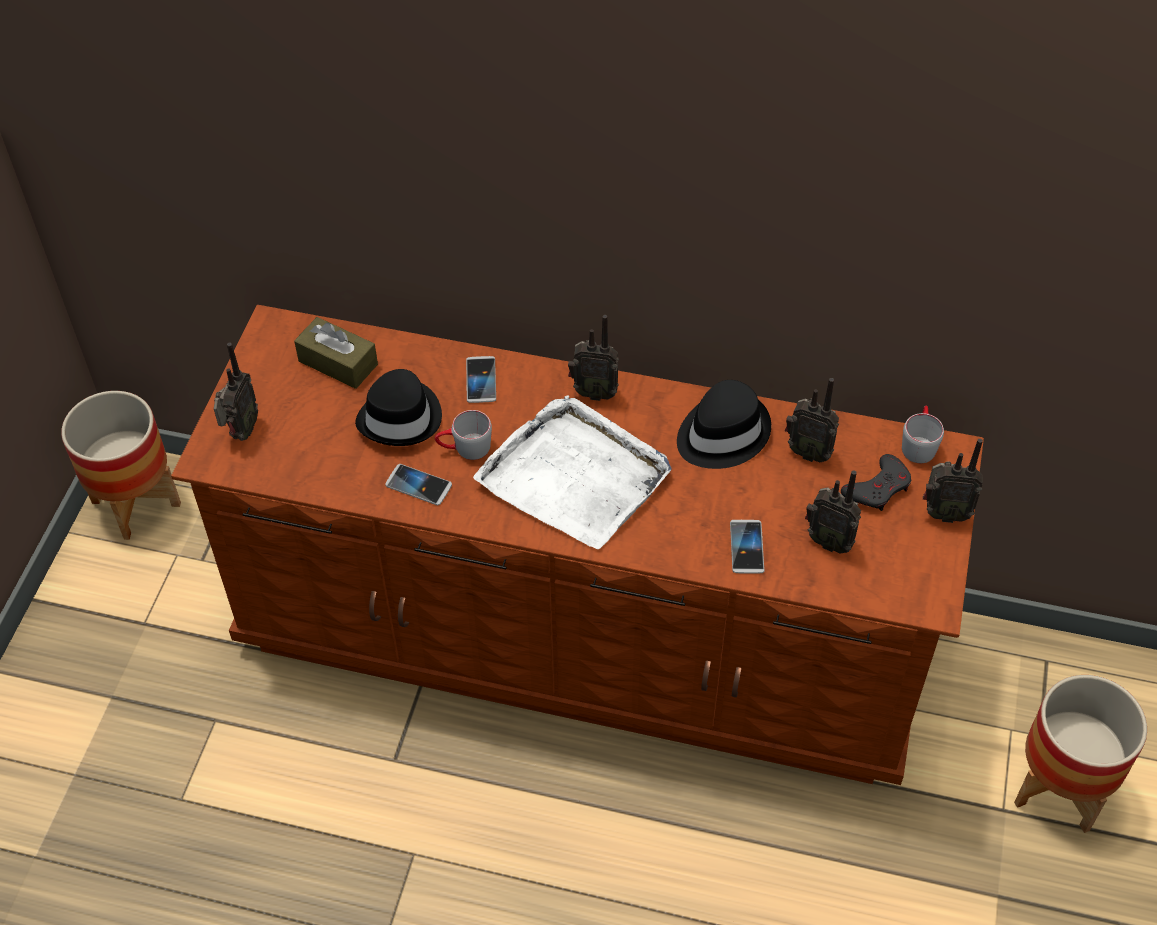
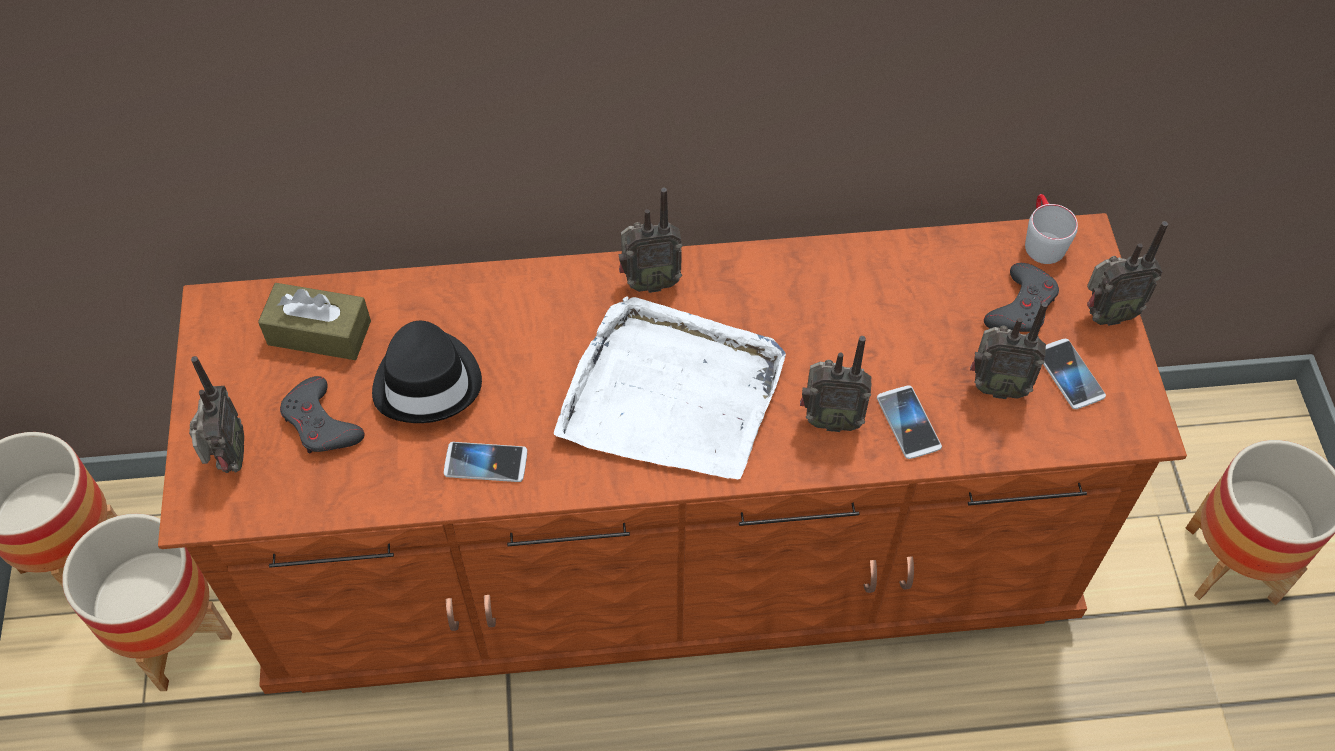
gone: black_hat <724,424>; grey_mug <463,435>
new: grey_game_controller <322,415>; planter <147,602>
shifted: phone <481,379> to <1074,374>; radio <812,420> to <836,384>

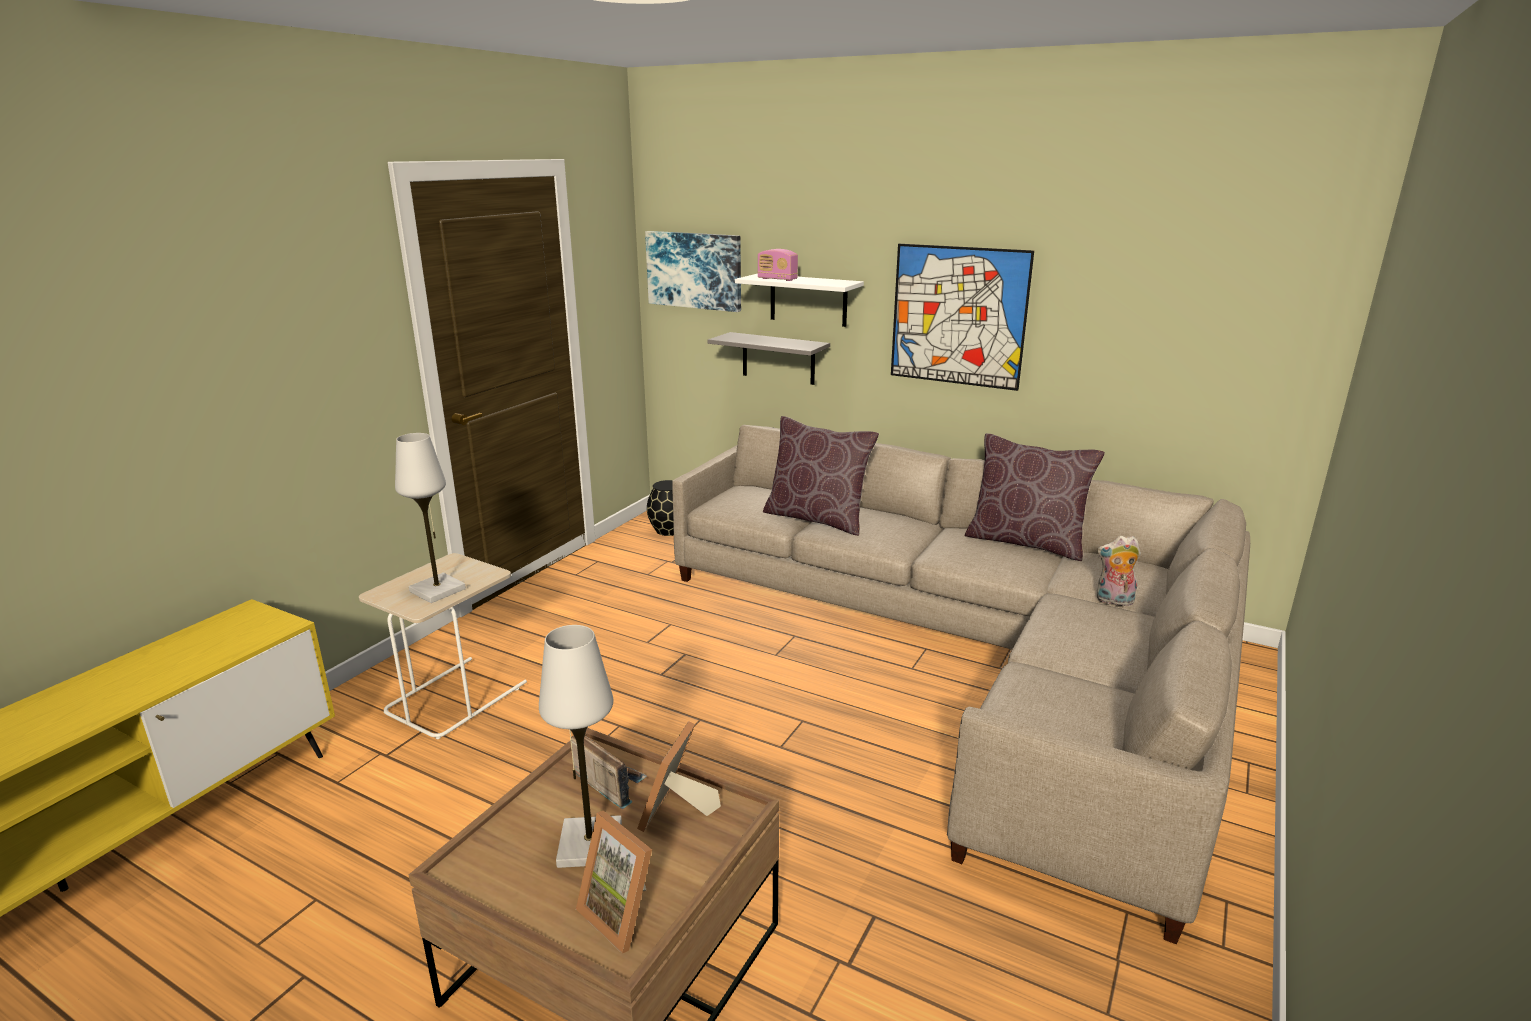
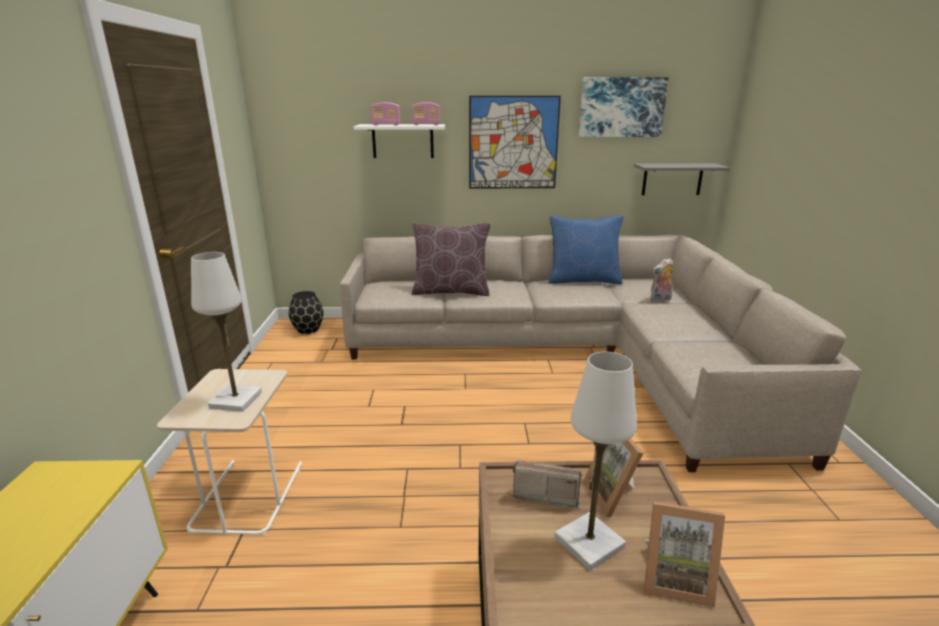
new: radio <425,113>
shifted: picture <693,271> to <624,107>; grey_shelf <768,358> to <682,179>
repainted: brown_pillow <1035,497> to blue_pillow <586,249>

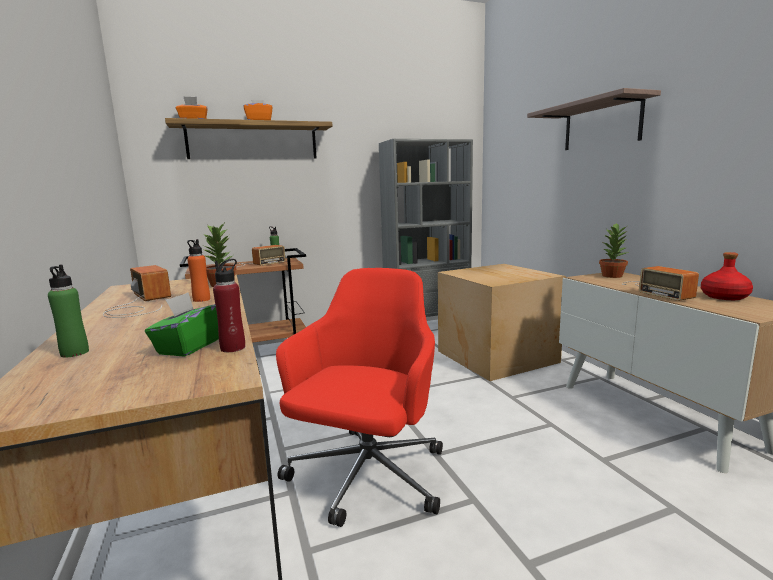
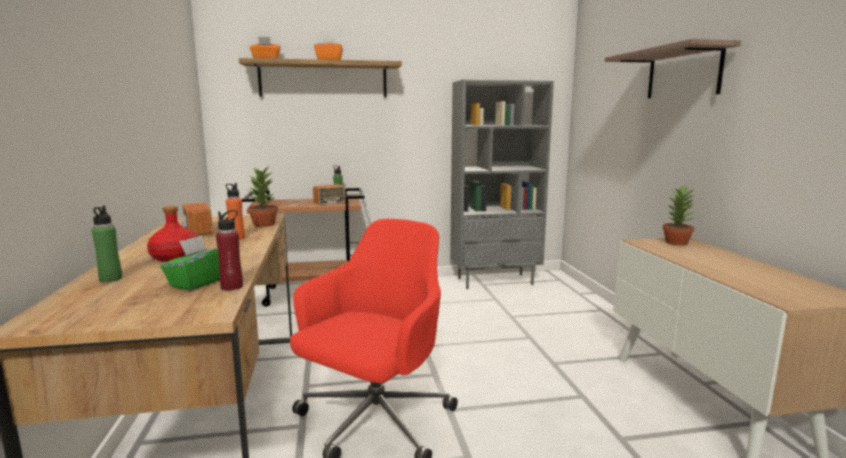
gone: cardboard_box <502,322>; radio <660,283>
shifted: red_bottle <727,276> to <172,234>

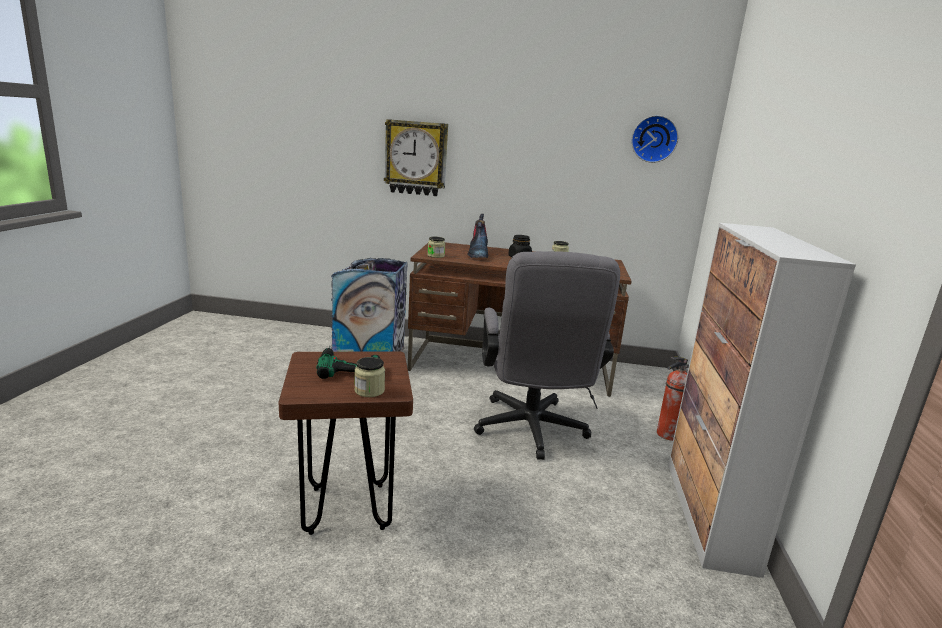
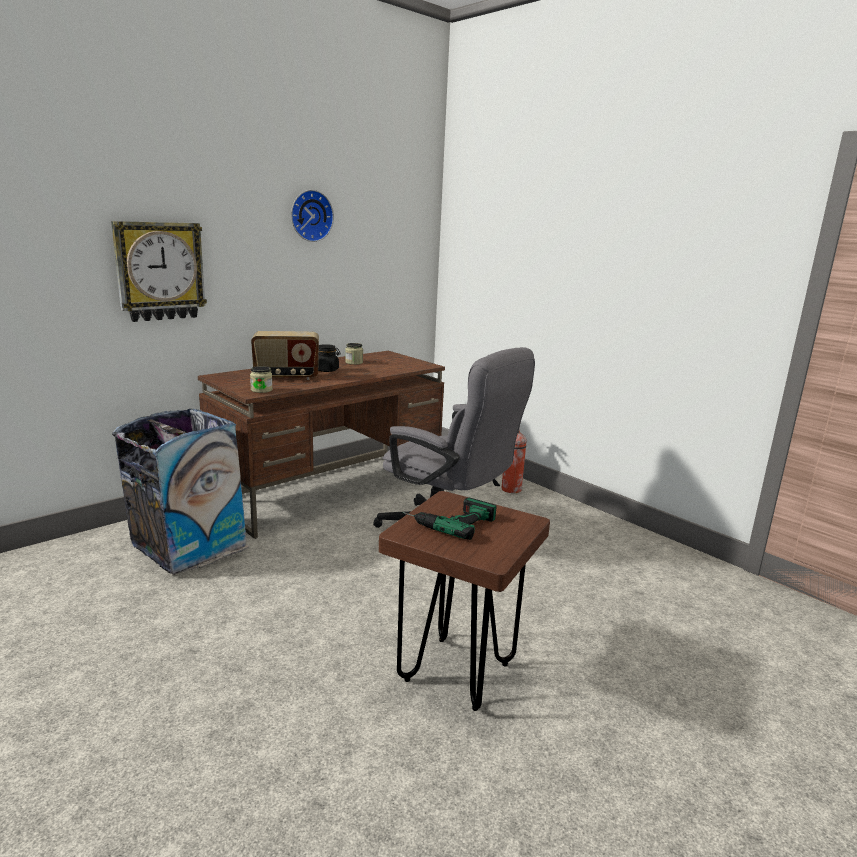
gone: cabinet <762,400>; jar <370,377>
shifted: wall_clock <654,139> to <312,216>
swapped: boot <477,236> to radio <285,355>

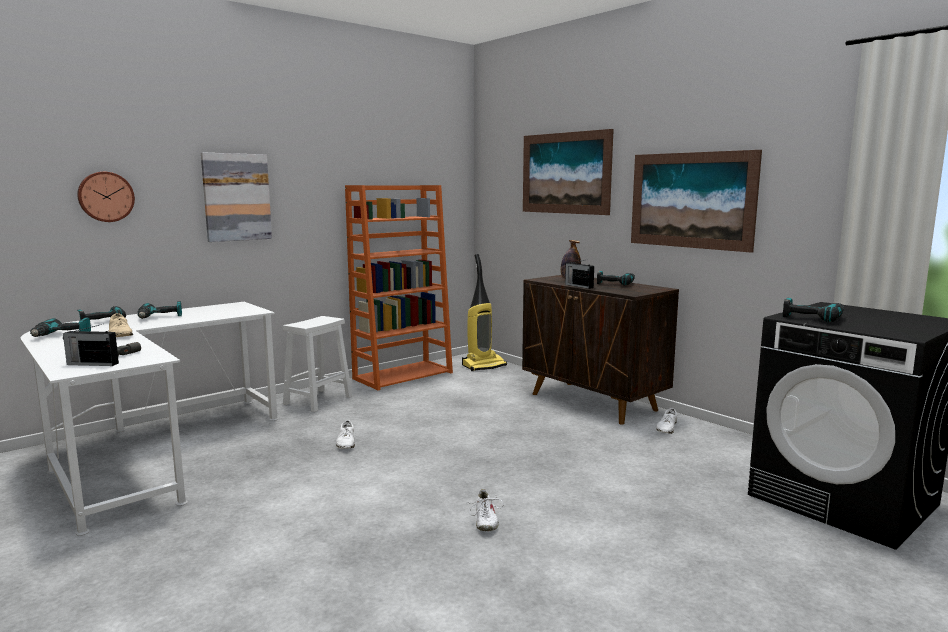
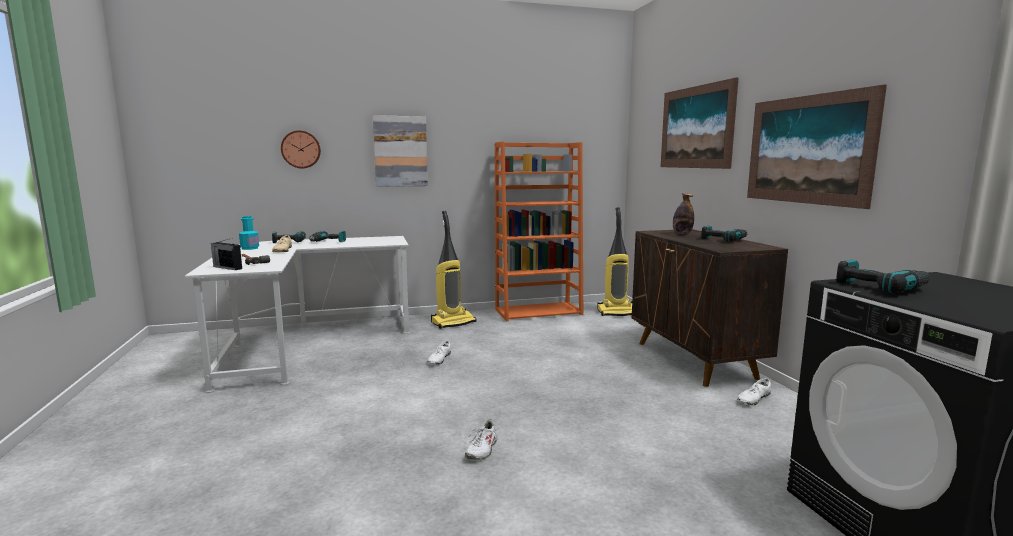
gone: radio <579,274>
swapped: white_stool <317,364> to vacuum_cleaner <453,270>; power_drill <60,327> to turquoise_bottle <249,233>

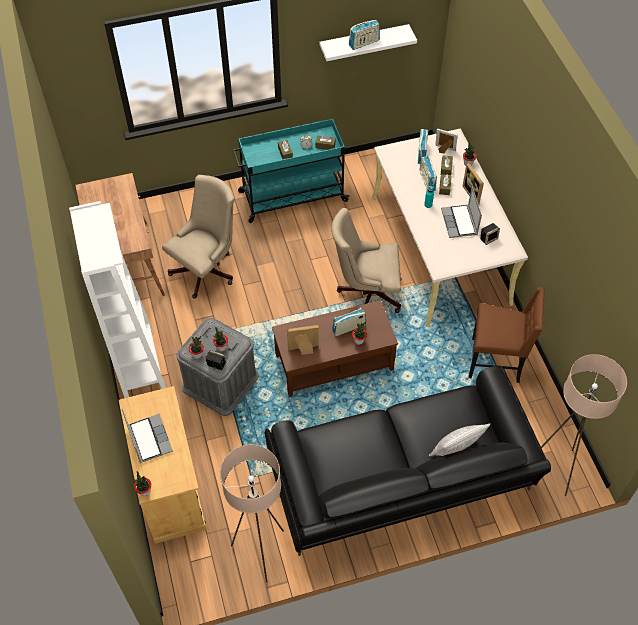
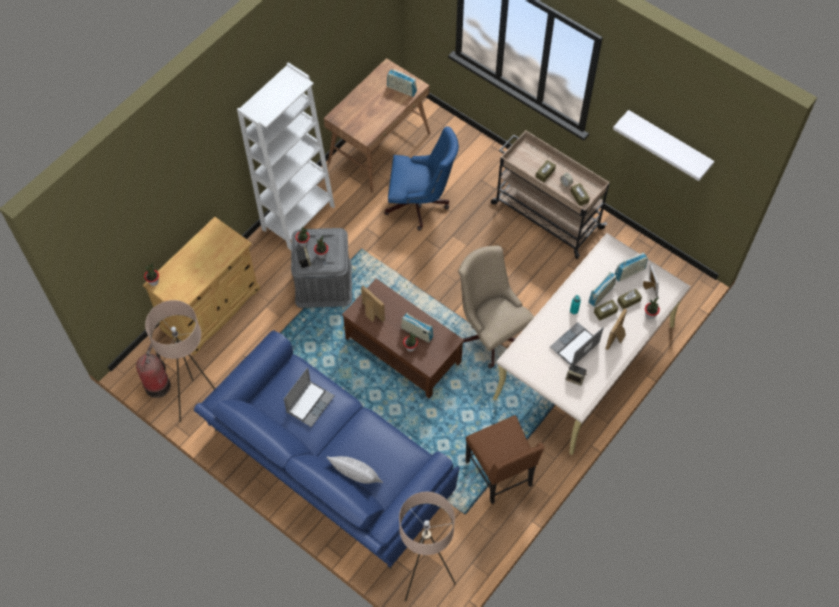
new: fire_extinguisher <153,370>
shifted: radio <364,35> to <402,83>; laptop <147,436> to <309,397>
repainted: turquoise_cart <291,171> to beige_cart <550,195>; beige_office_chair <198,237> to blue_office_chair <421,178>; black_sofa <408,461> to blue_sofa <326,449>

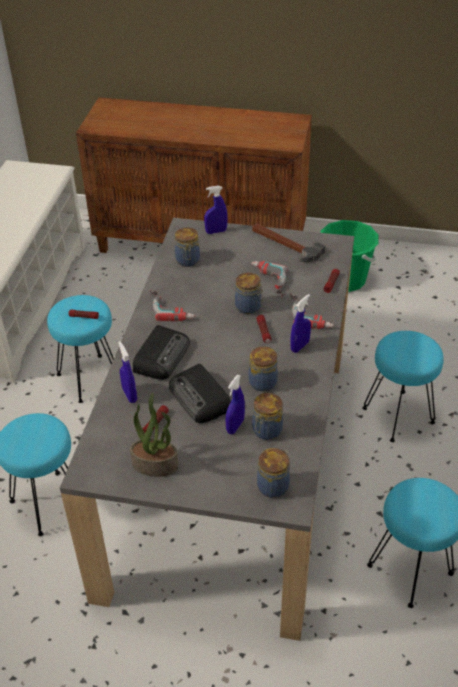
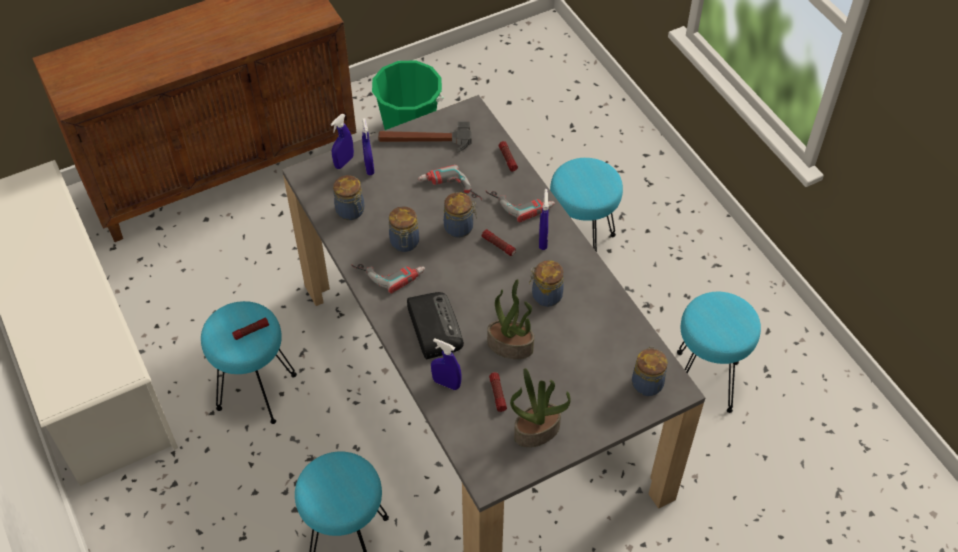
shifted: blue_spray_bottle <235,404> to <368,146>; jar <267,416> to <404,229>
swapped: radio <200,393> to potted_plant <510,319>

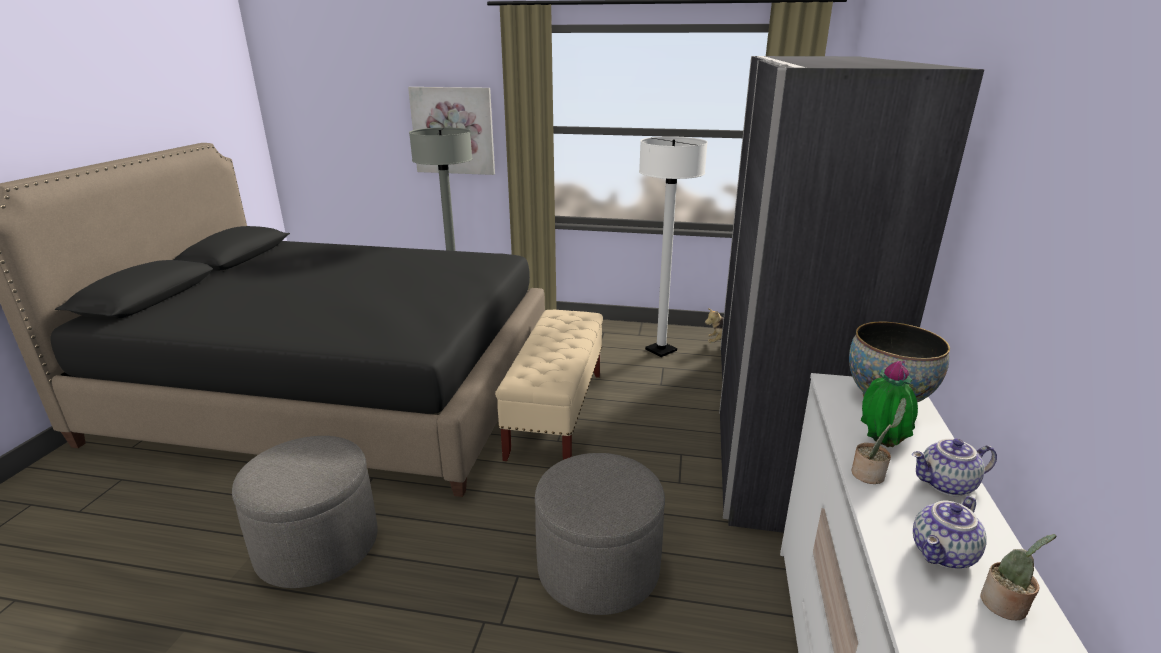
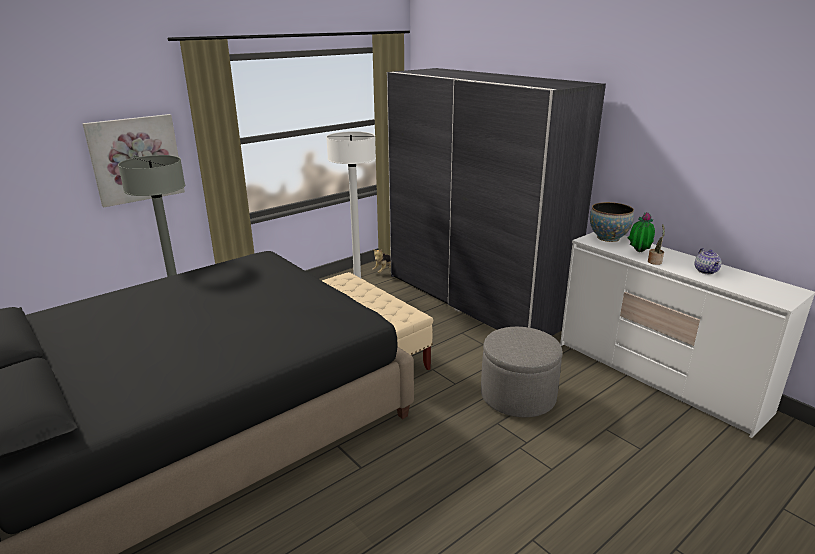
gone: grey_ottoman <305,512>; teapot <954,467>; potted_plant <1018,577>

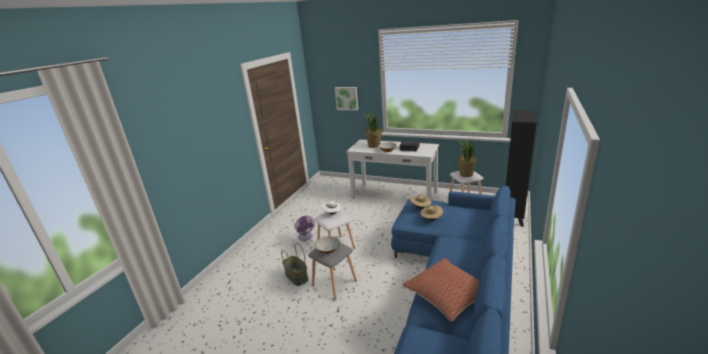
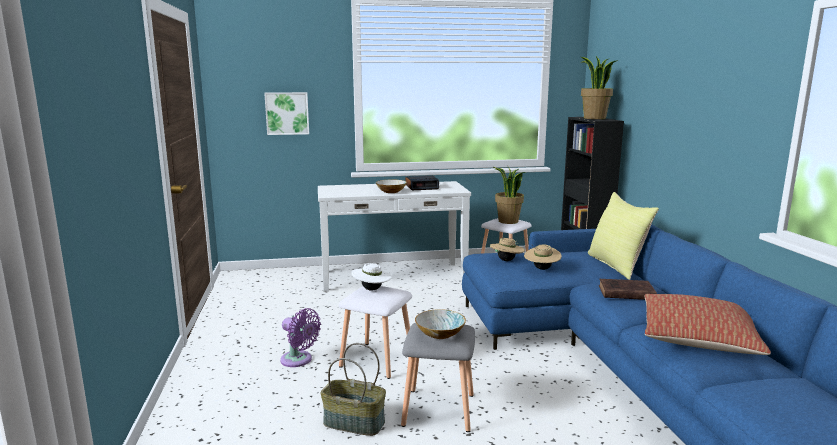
new: yellow_pillow <623,236>; brown_book <628,289>
shifted: potted_plant <372,130> to <599,87>

